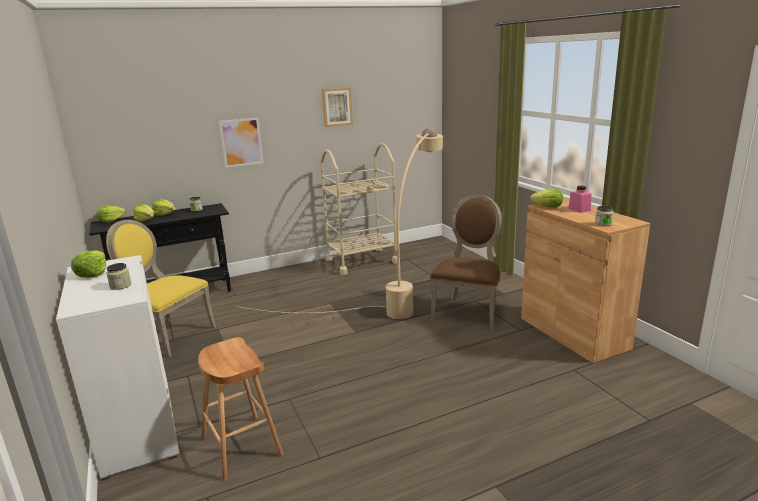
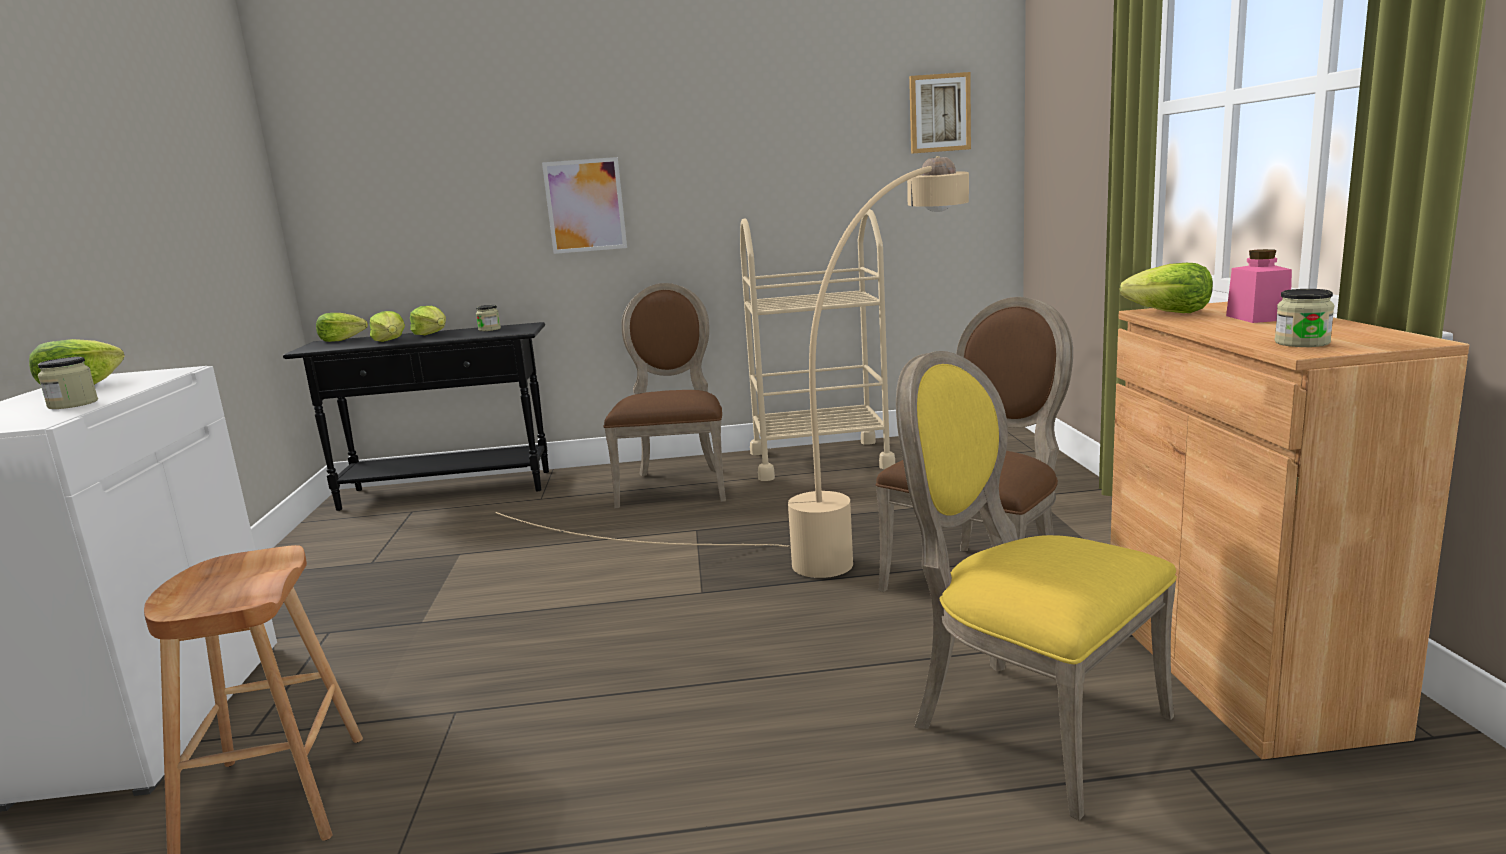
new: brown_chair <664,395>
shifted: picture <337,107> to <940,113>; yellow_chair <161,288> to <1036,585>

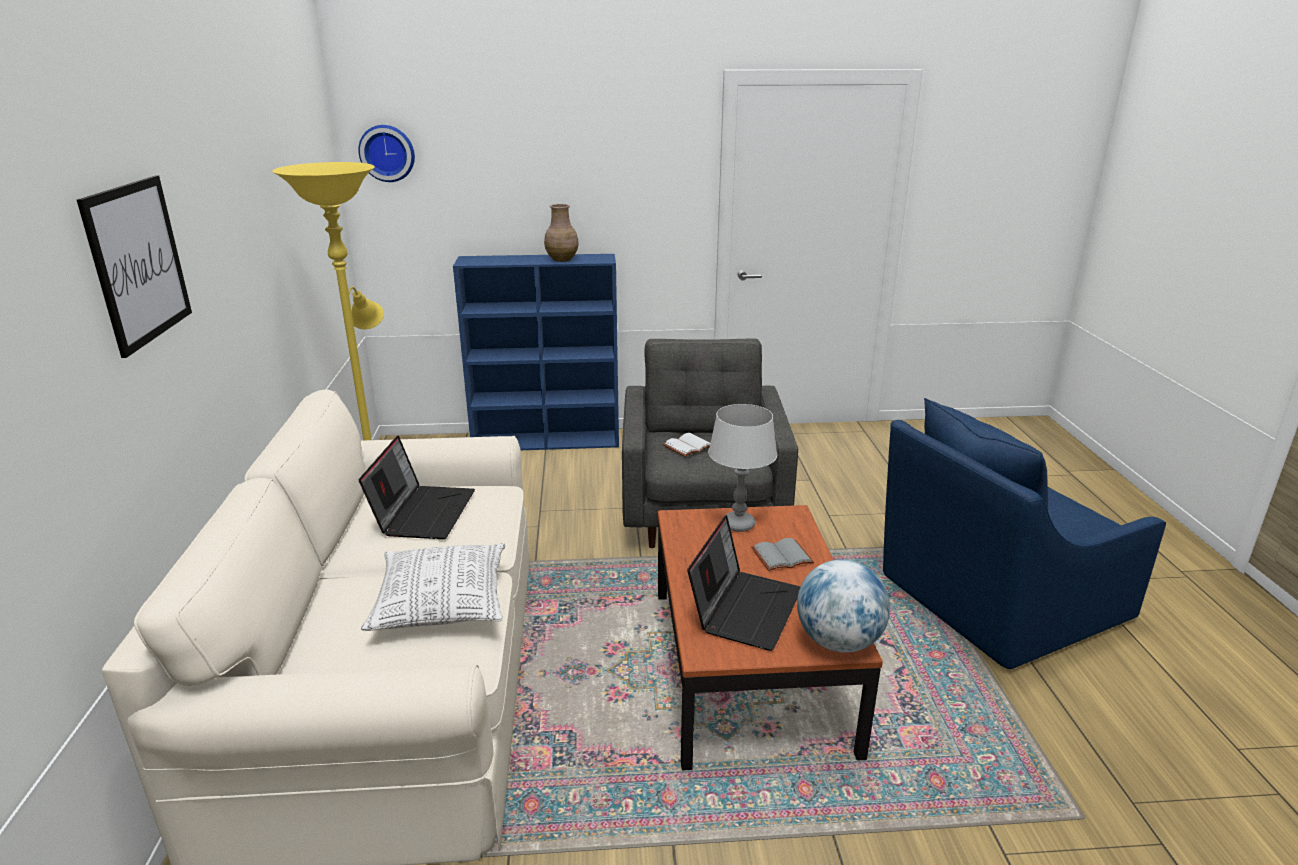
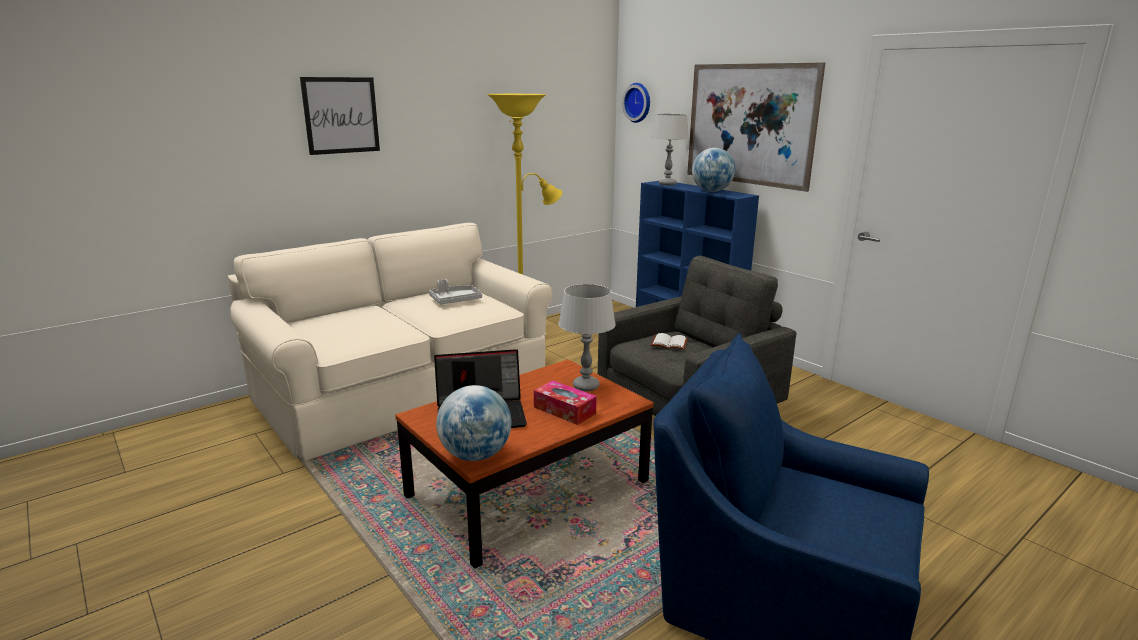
gone: pillow <433,587>
new: picture <756,127>; grey_table_lamp <670,149>
swapped: brown_vase <561,233> to globe <714,170>; laptop <417,487> to grey_tray <455,291>; grey_book <782,554> to tissue_box <565,403>

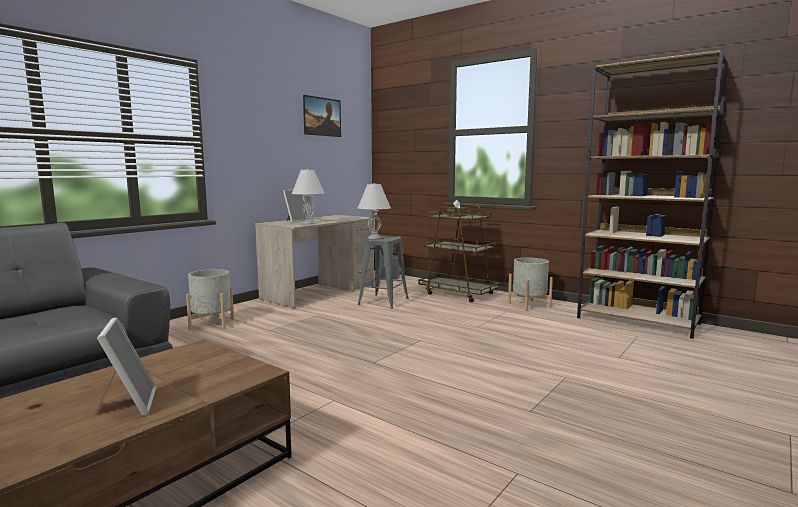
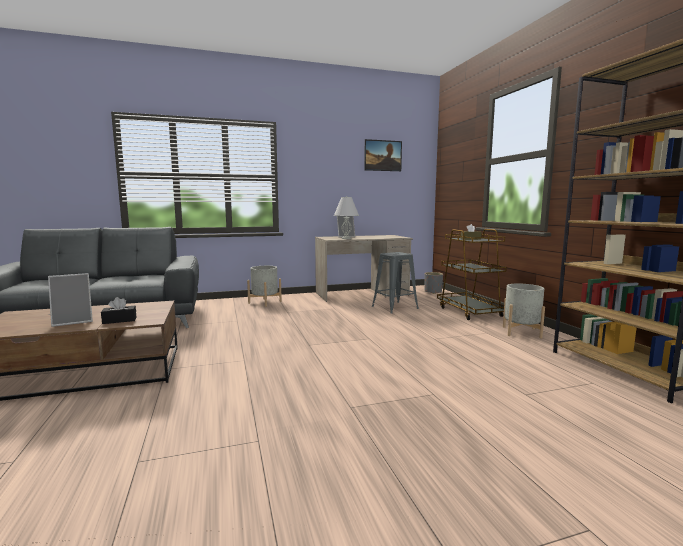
gone: white_table_lamp <374,211>
new: black_tissue_box <118,310>
rotated: picture_frame <125,366> = <70,300> 45 degrees clockwise

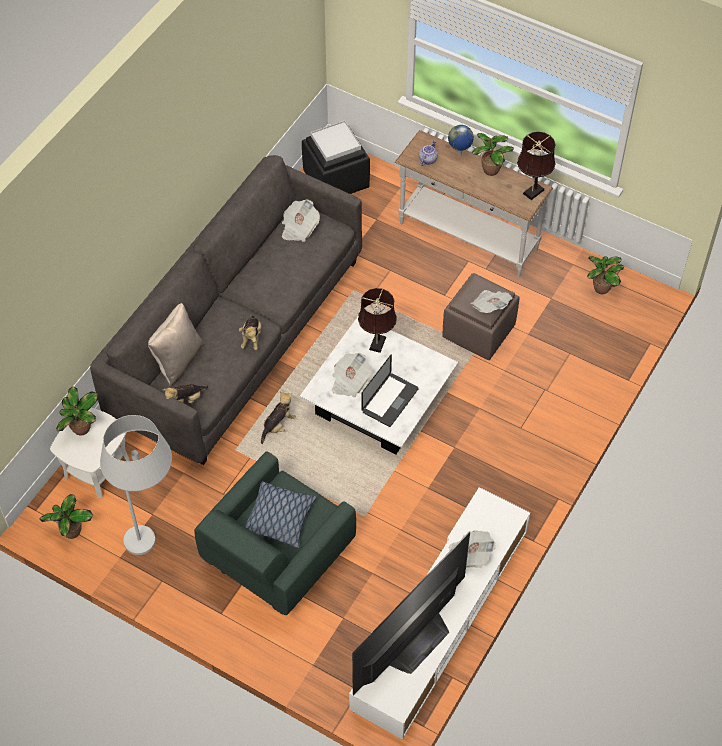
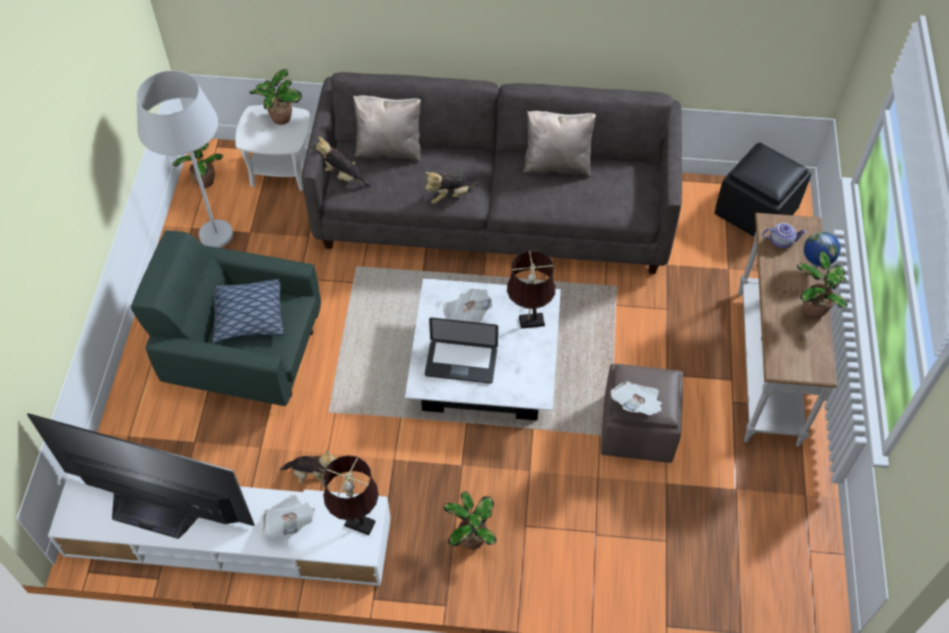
gone: white_tray <336,141>; newspaper <301,221>
new: beige_pillow <559,144>
shifted: brown_table_lamp <536,166> to <351,495>; potted_plant <605,275> to <470,520>; plush_toy <278,418> to <308,468>

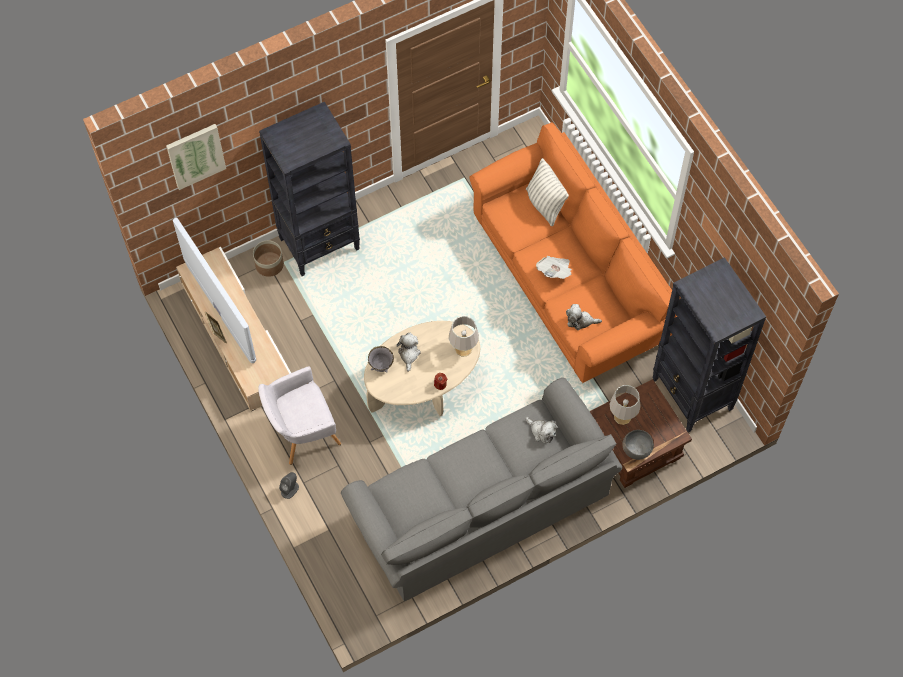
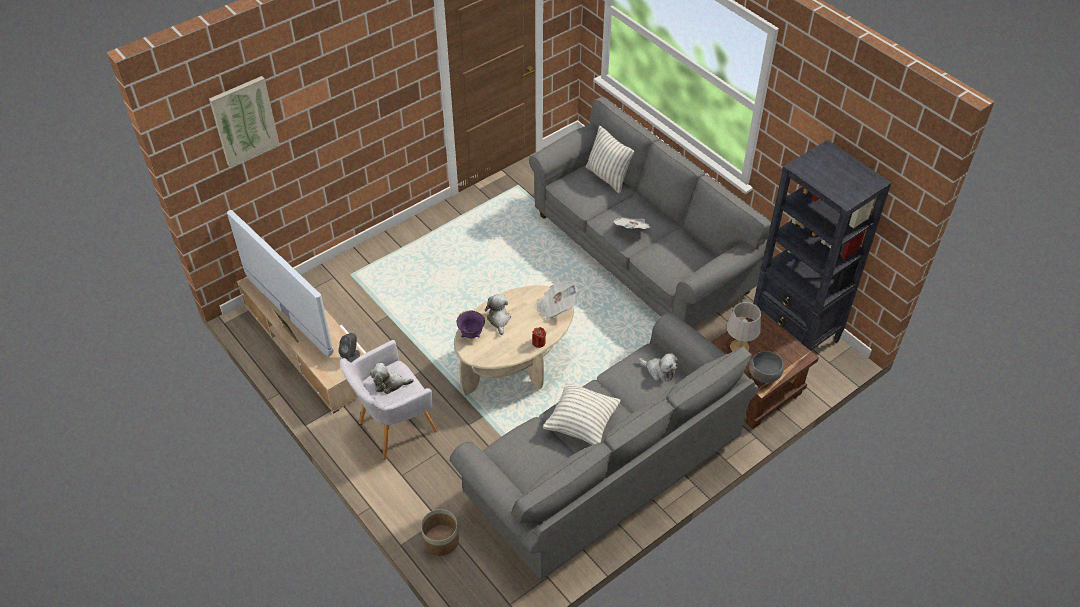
gone: black_bookcase <309,189>
new: pillow <582,413>
shifted: planter <268,258> to <440,532>; plush_toy <584,317> to <392,378>; grey_speaker <289,485> to <349,347>
swapped: grey_table_lamp <464,336> to newspaper <556,300>
repainted: orange_sofa <573,252> to grey_sofa <652,212>; grey_bowl <381,359> to purple_bowl <471,324>

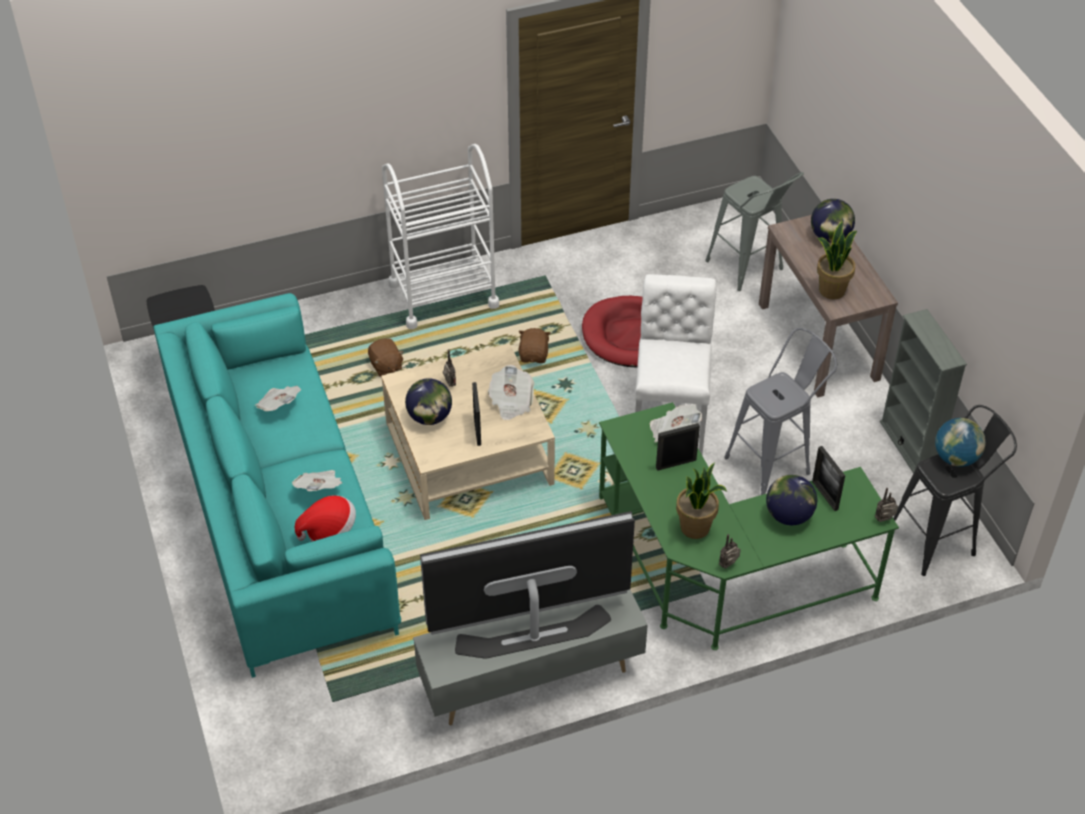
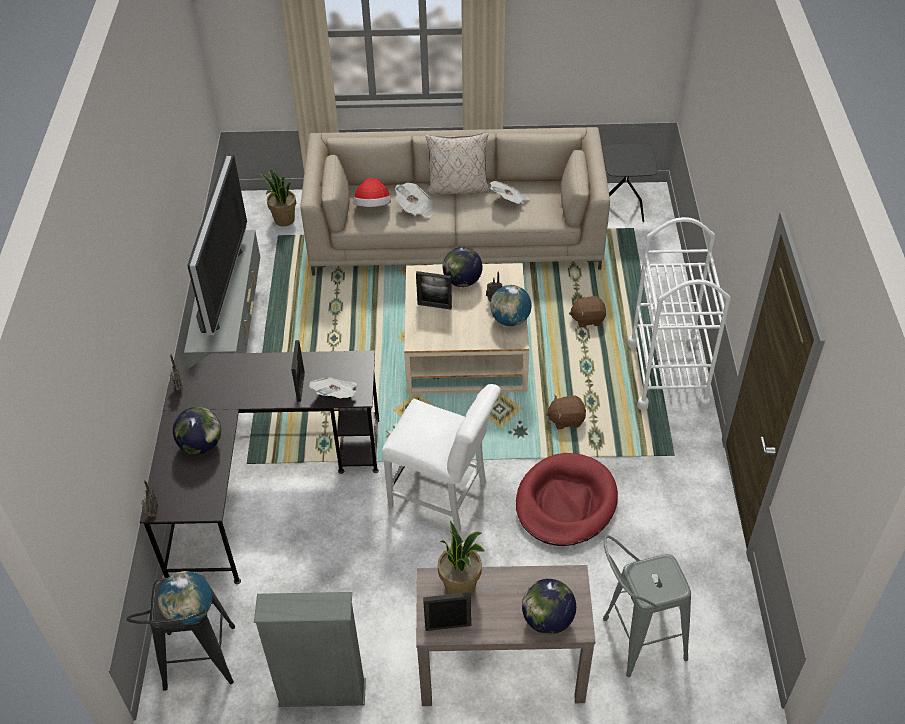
gone: grey_stool <780,411>; newspaper <511,392>
new: beige_pillow <457,163>; globe <511,305>
shifted: picture_frame <828,478> to <447,611>; potted_plant <701,500> to <278,198>
repainted: turquoise_sofa <277,485> to beige_sofa <455,201>; green_desk <749,526> to black_desk <259,467>
rotated: brown_plush_toy <535,345> = <566,412> 150 degrees clockwise

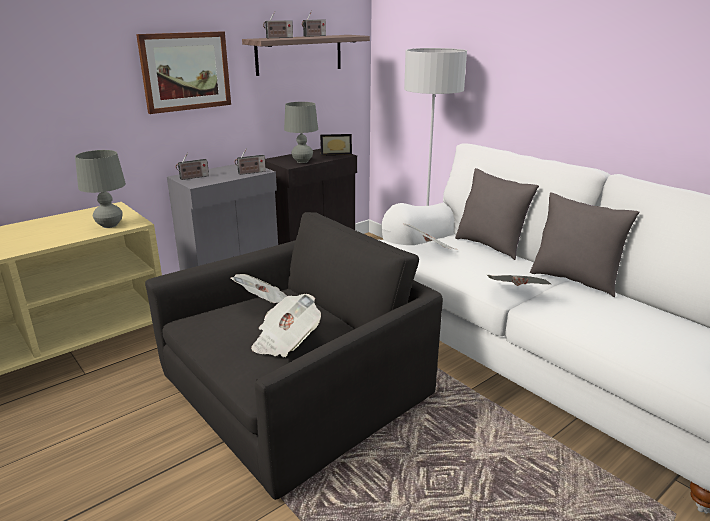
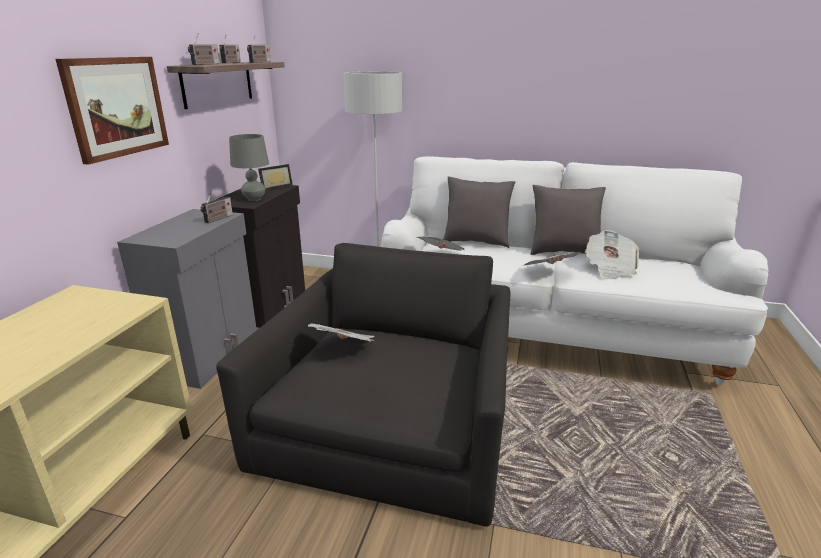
gone: grey_table_lamp <100,189>
shifted: radio <192,166> to <259,49>; newspaper <286,325> to <612,254>

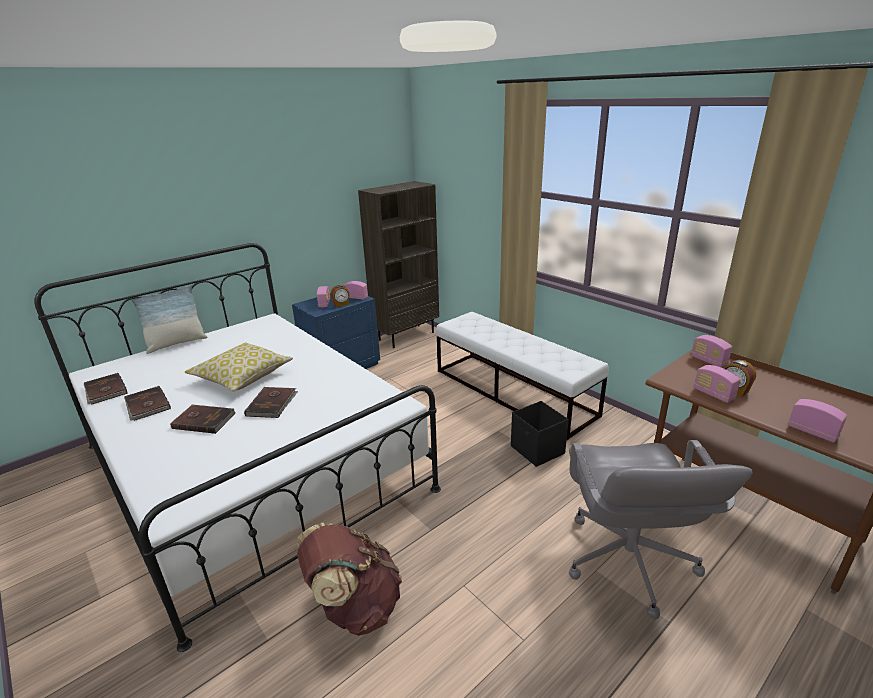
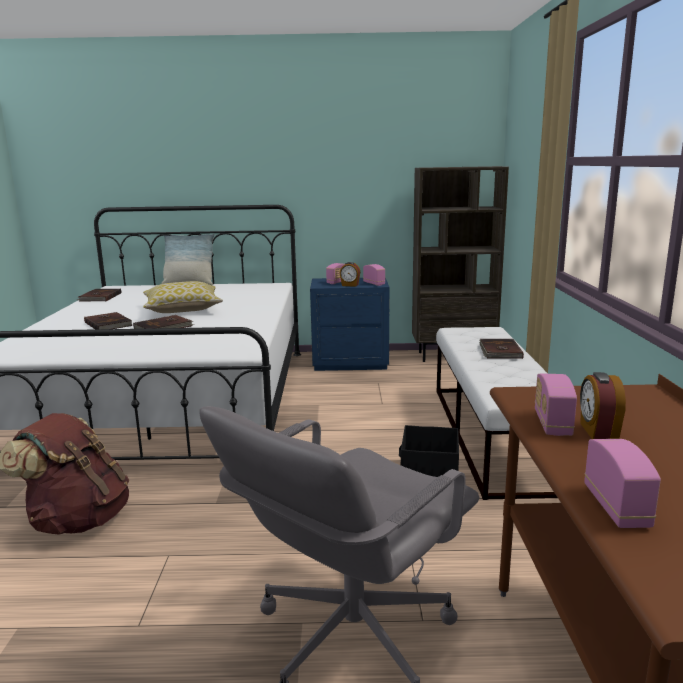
gone: radio <711,351>
shifted: brown_book <147,403> to <501,349>

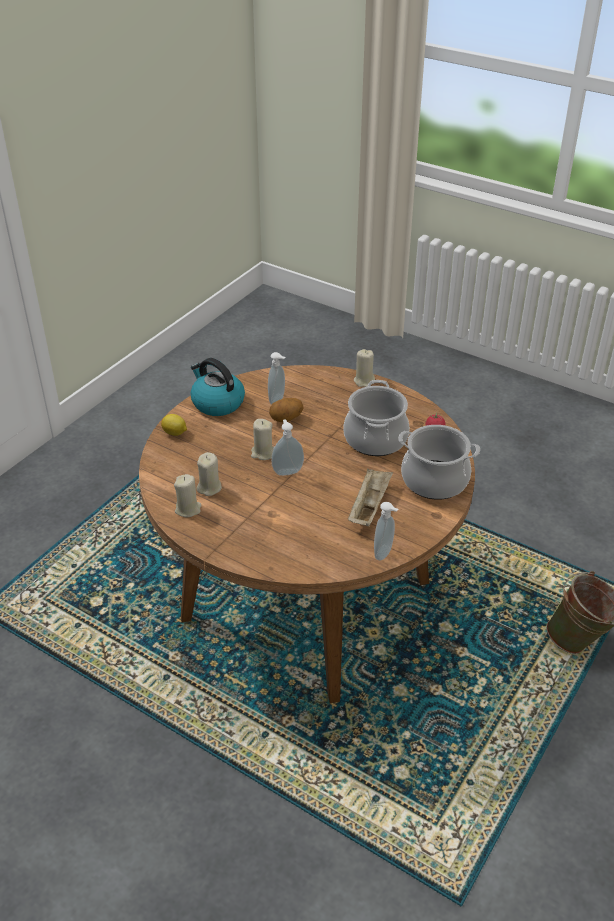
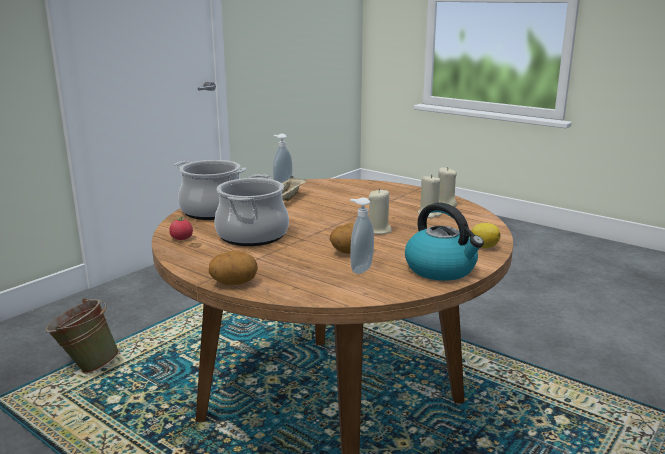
gone: soap_dispenser <287,447>
swapped: beige_candle <364,368> to potato <233,268>

